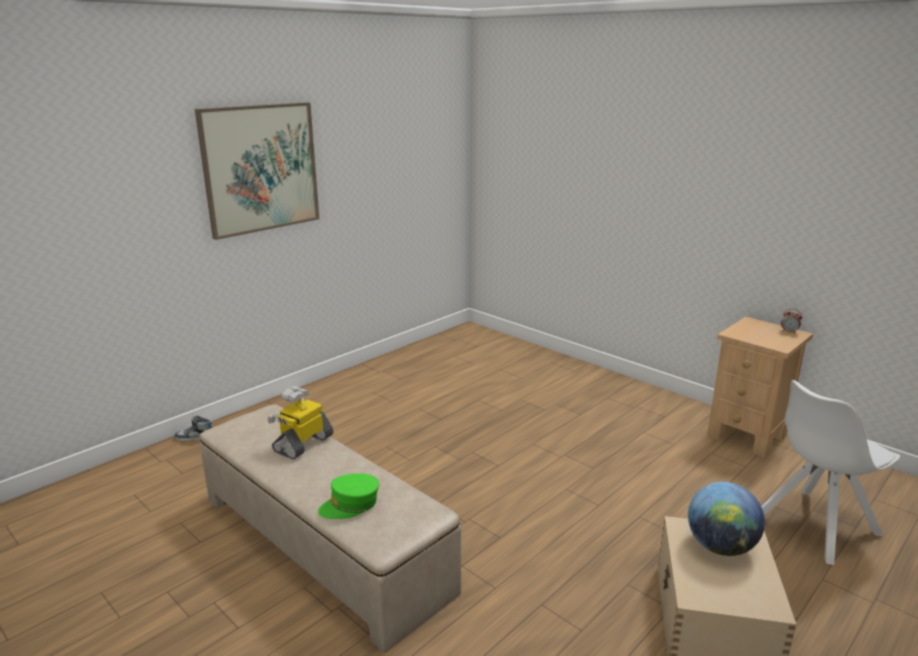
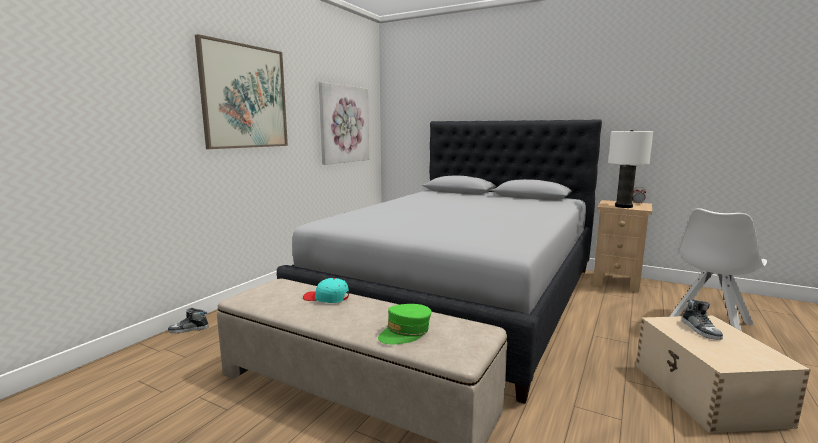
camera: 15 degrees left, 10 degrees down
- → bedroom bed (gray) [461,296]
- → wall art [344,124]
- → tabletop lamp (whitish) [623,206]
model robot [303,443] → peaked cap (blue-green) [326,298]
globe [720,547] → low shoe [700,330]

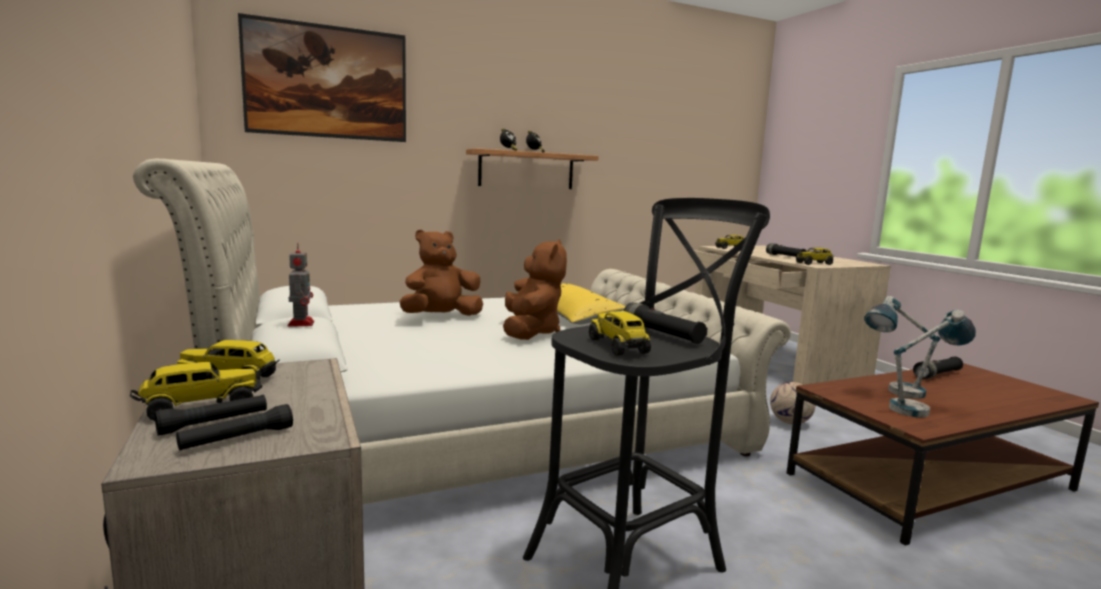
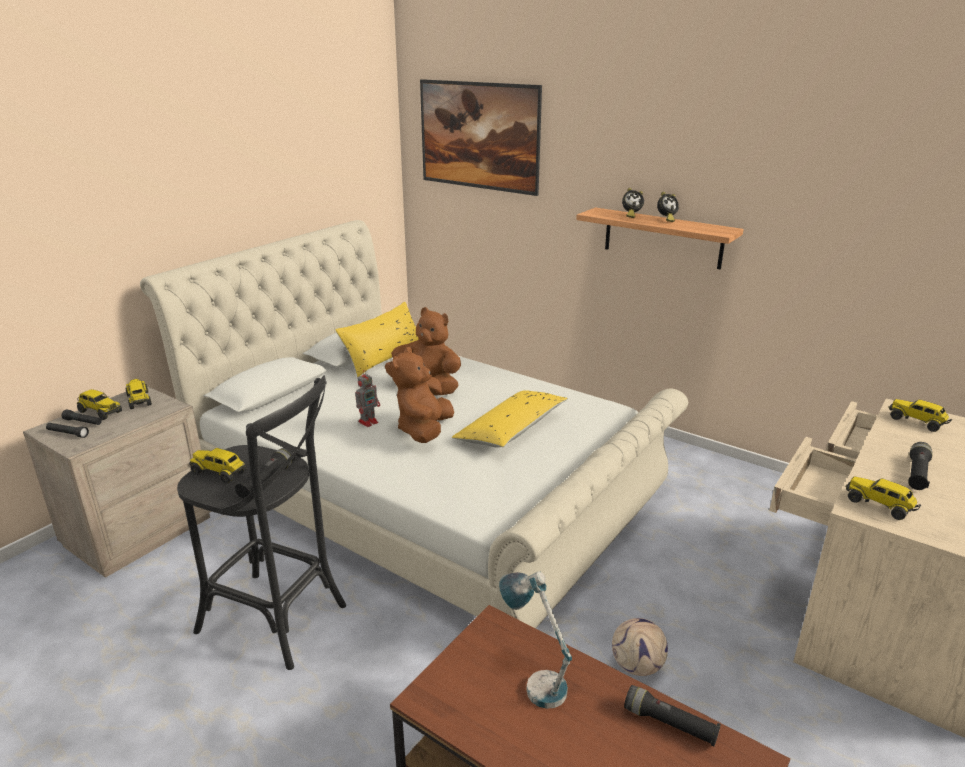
camera: 60 degrees right, 15 degrees up
tabletop lamp [921,409] → -
- → cushion (yellow-coloured) [383,357]
model robot [301,323] → model robot [369,421], shifted
plush toy (brown-coloured) [530,332] → plush toy (brown-coloured) [424,431], 135 degrees clockwise
toy truck [618,346] → toy truck [219,473], 105 degrees counterclockwise

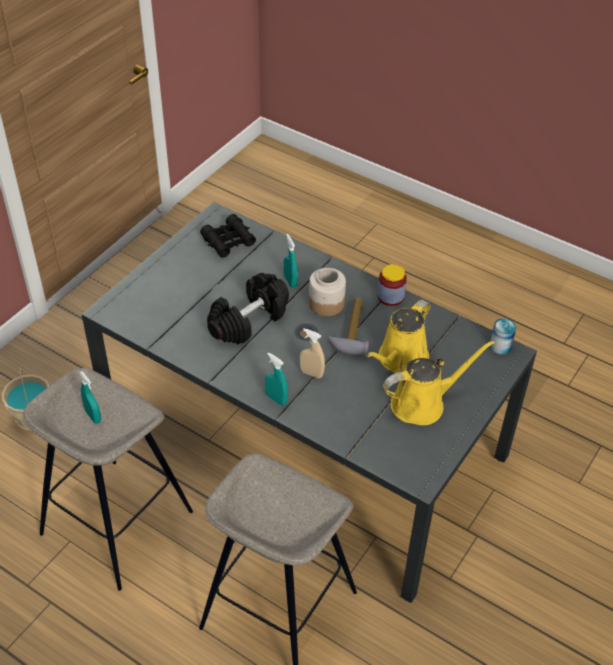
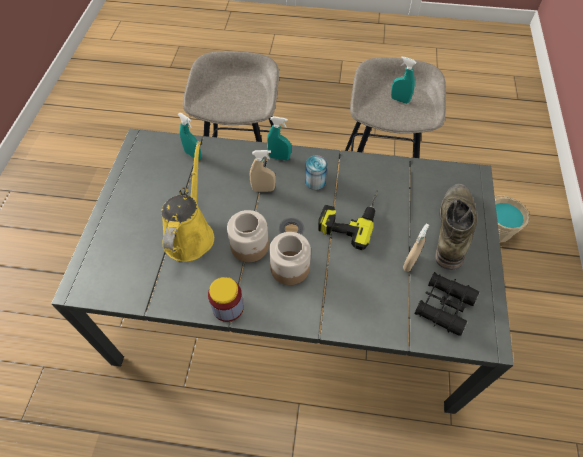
camera: 155 degrees right, 10 degrees up
watering can (yellow-coloured) [423,403] → -
- → sprayer (beige-coloured) [410,263]
- → tall boot (green) [453,228]
sprayer (blue-green) [290,281] → sprayer (blue-green) [193,155], shifted
sealed can [500,346] → sealed can [315,181], shifted
dumbbell (blackish) [249,321] → electric drill [349,216]
hammer [351,331] → jar [250,246]

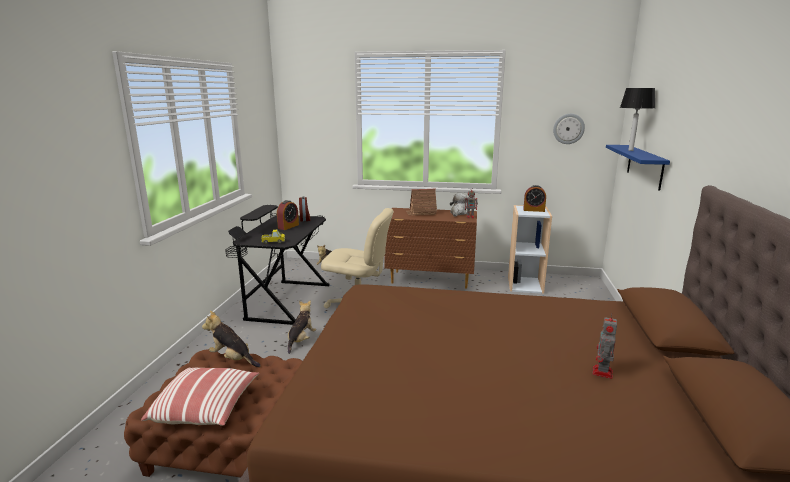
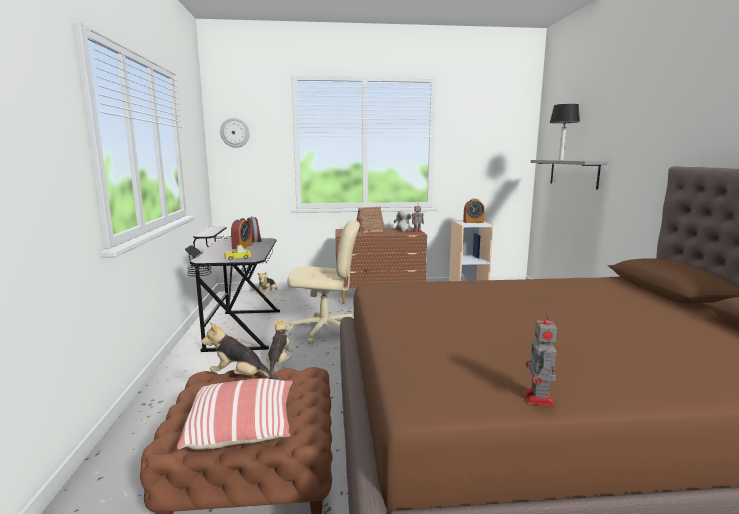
camera: 15 degrees left, 5 degrees down
hanging clock [568,128] → hanging clock [235,132], shifted
model robot [602,373] → model robot [539,400], shifted
bracket shelf (blue-coloured) [644,166] → bracket shelf (gray) [573,173]

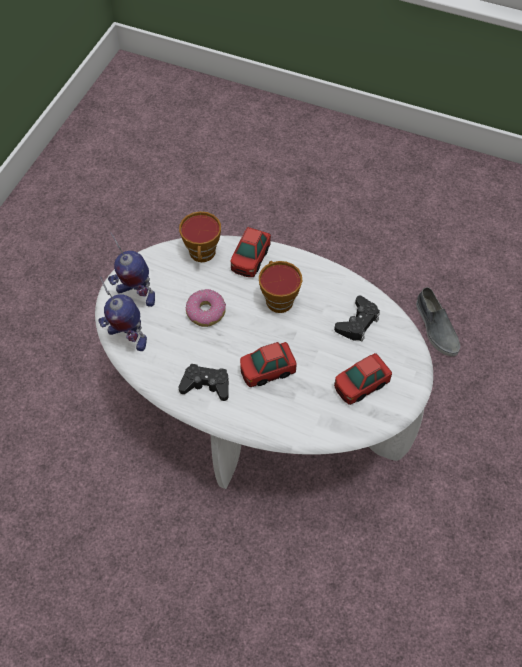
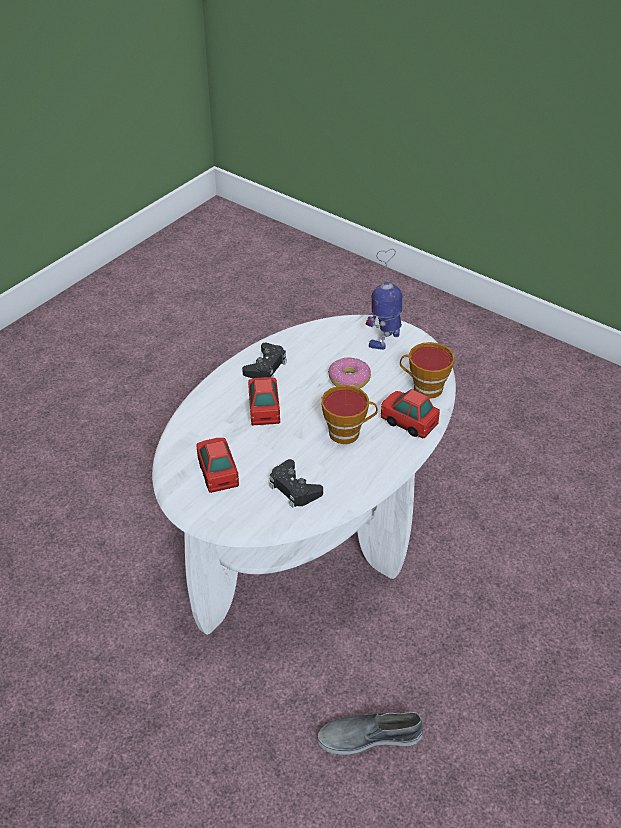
camera: 105 degrees right, 15 degrees down
model robot [127,337] → -

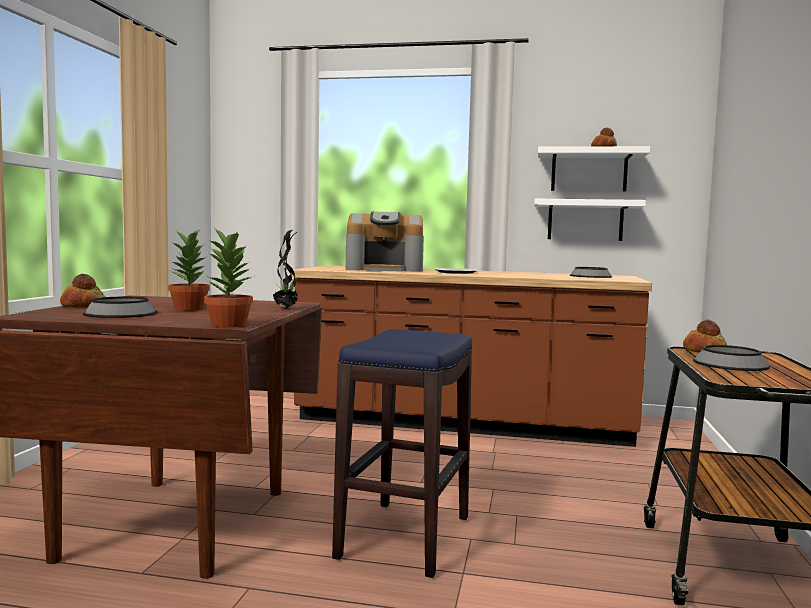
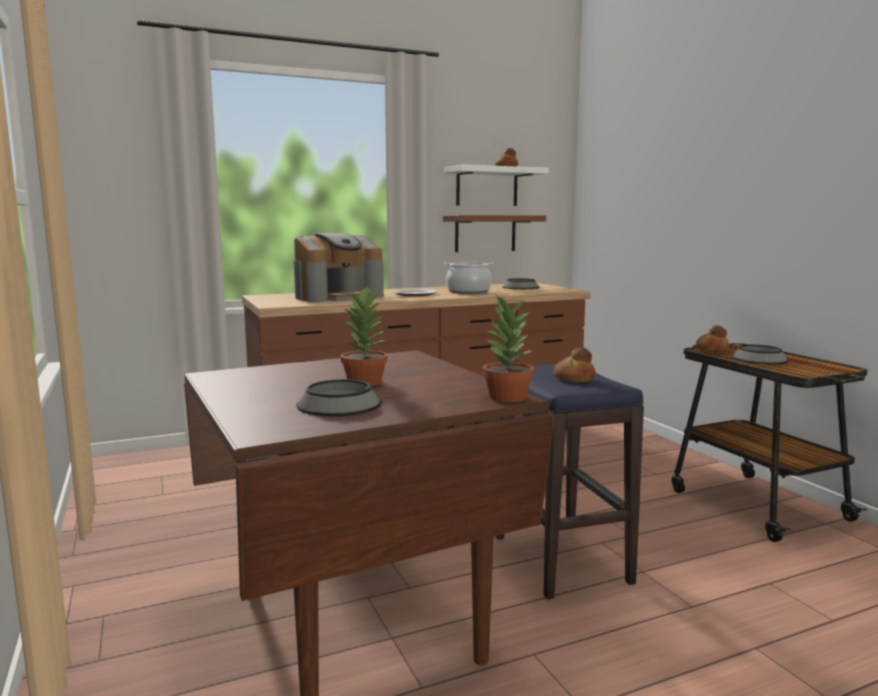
camera: 35 degrees left, 5 degrees up
potted plant [286,308] → -
- → saucepot [468,292]
bread [82,306] → bread [574,378], shifted
bracket shelf (whitish) [585,220] → bracket shelf (brown-coloured) [485,233]

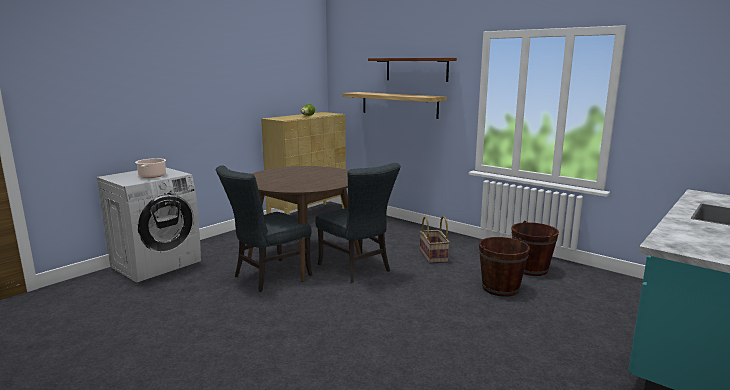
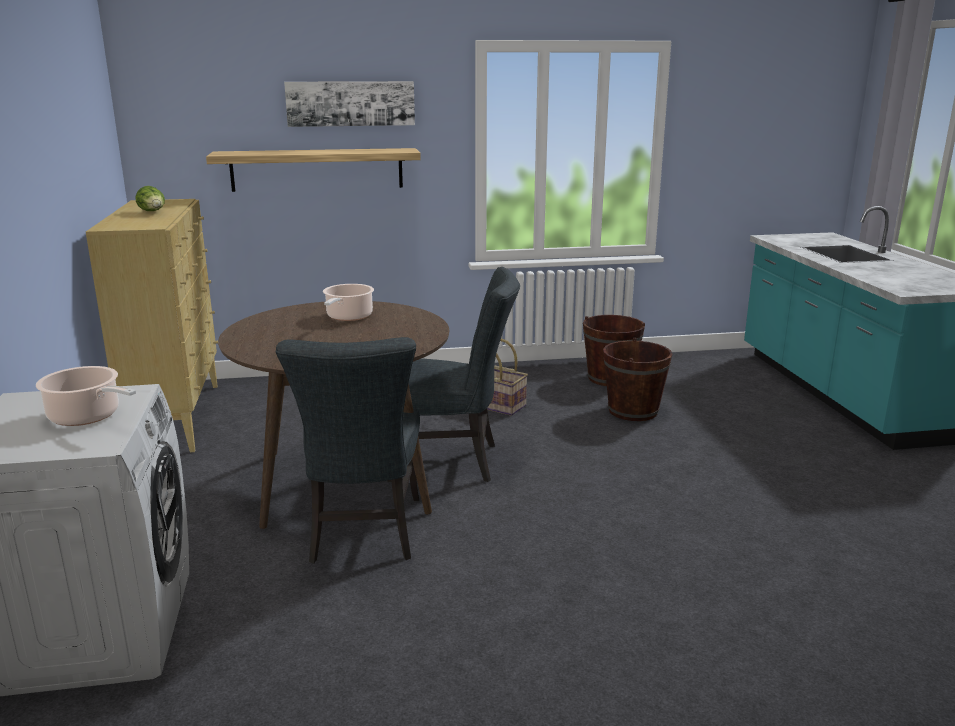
camera: 50 degrees left, 5 degrees up
- → saucepot [348,317]
bracket shelf (brown-coloured) [416,69] → wall art [350,103]

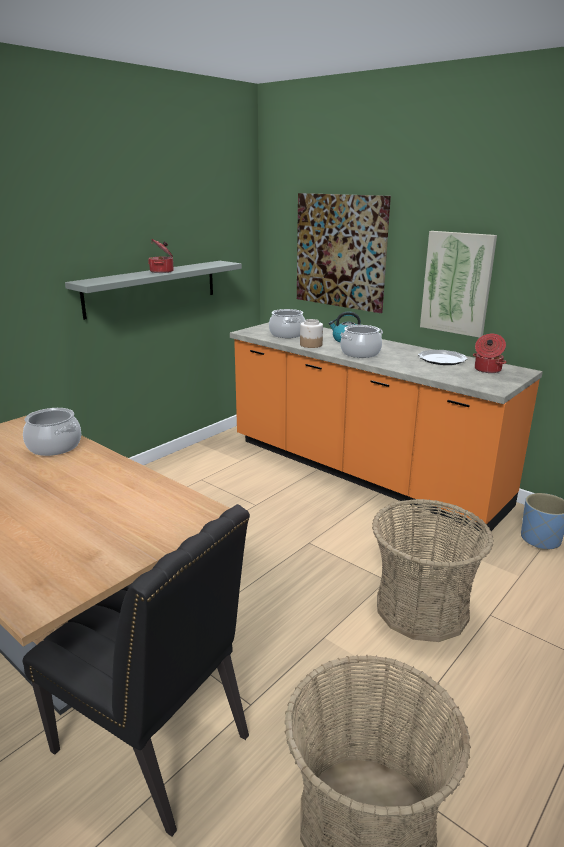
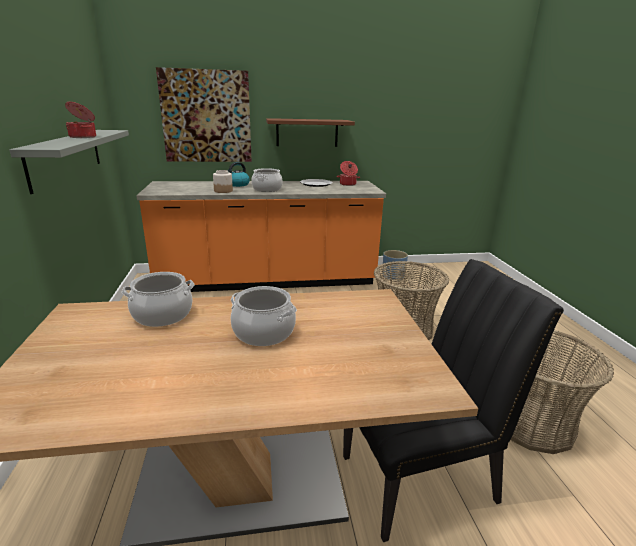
camera: 50 degrees left, 0 degrees up
saucepot [287,334] → saucepot [264,332], shifted
wall art [457,283] → bracket shelf (brown-coloured) [307,132]

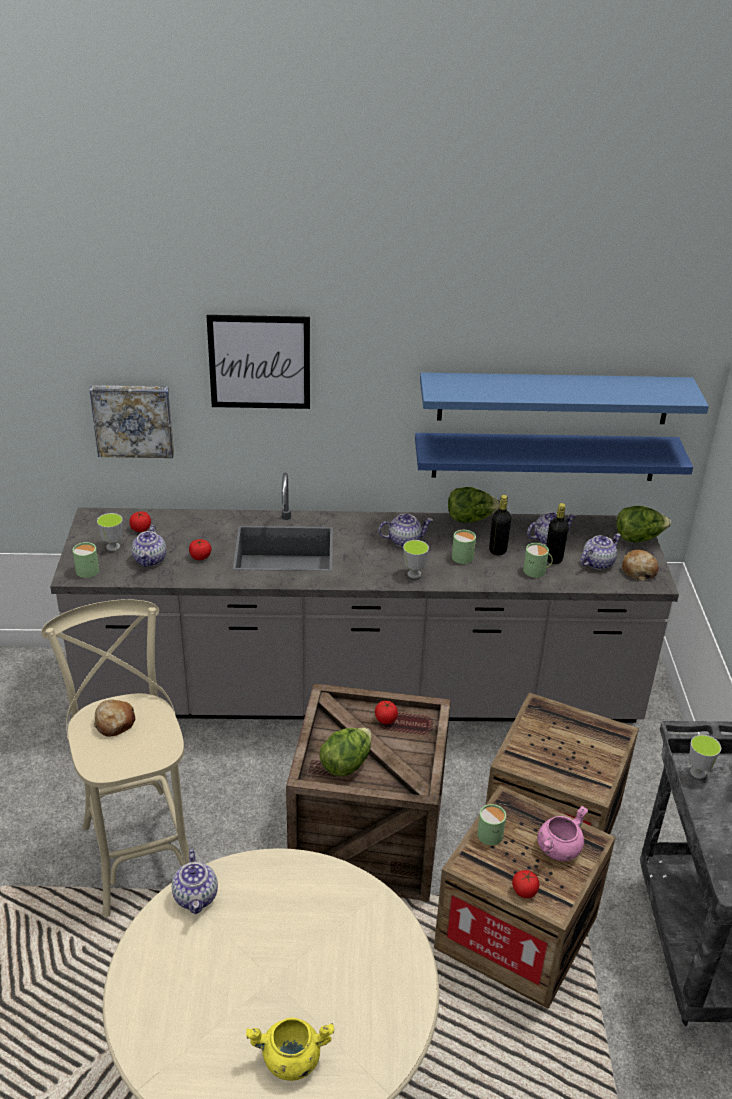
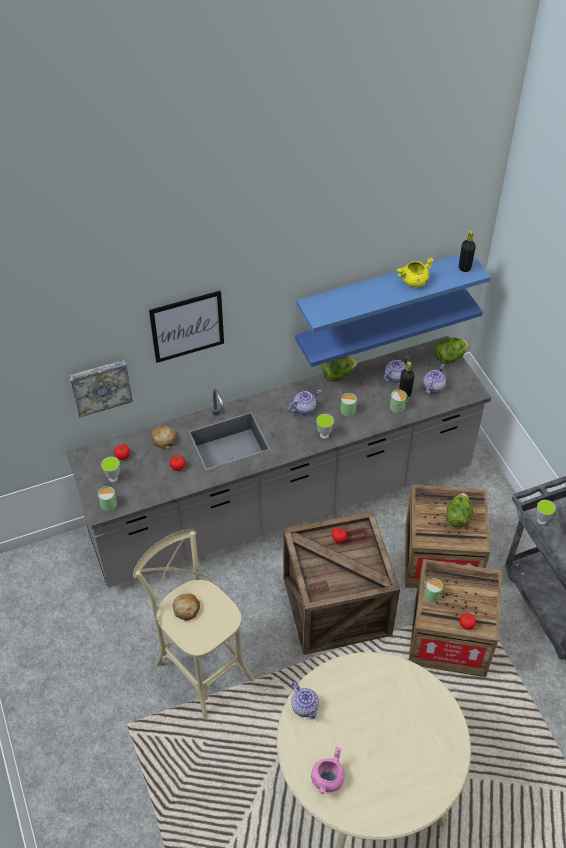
camera: 20 degrees left, 15 degrees up
teapot [150,560] → -
saucepot (yellow-coloured) [291,1059] → saucepot (yellow-coloured) [414,281], shifted
head of lettuce [346,764] → head of lettuce [458,517], shifted
beverage bottle (blackish) [497,550] → beverage bottle (blackish) [464,268], shifted
saucepot (pinkish) [558,848] → saucepot (pinkish) [327,778], shifted
bread [638,570] → bread [164,440], shifted

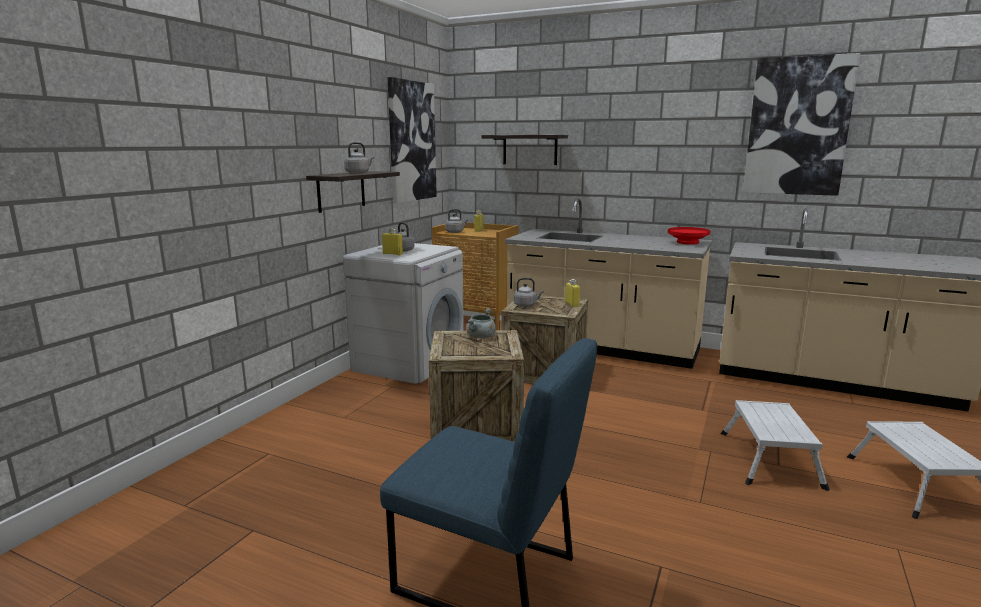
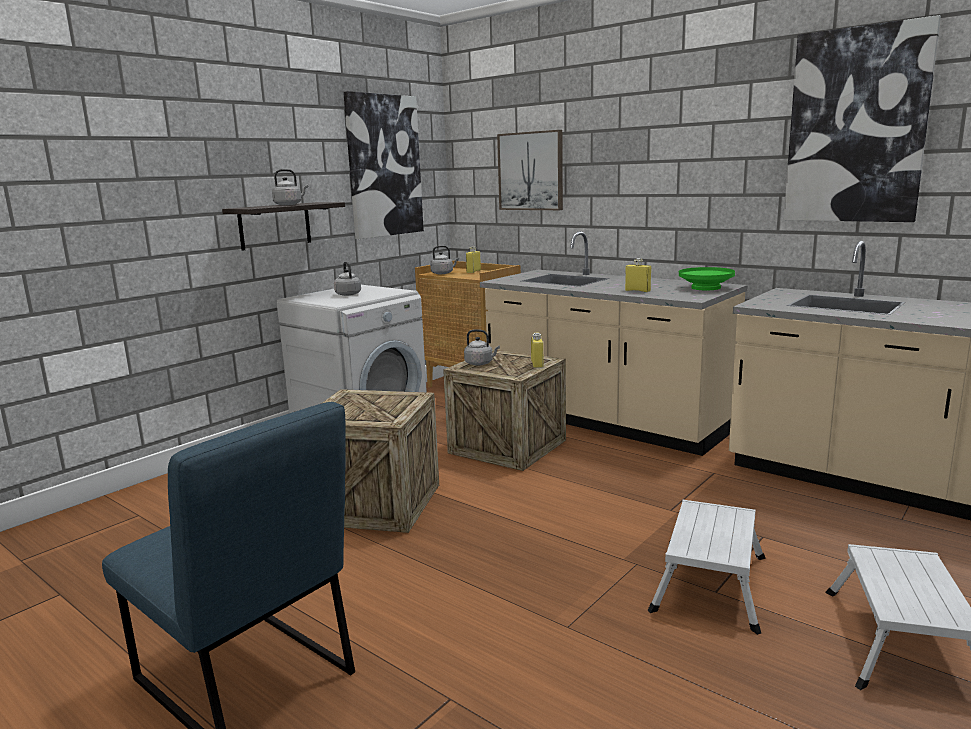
camera: 15 degrees right, 0 degrees up
saucepot (gray) [481,337] → -
beverage bottle (yellow-coloured) [392,254] → beverage bottle (yellow-coloured) [637,291], shifted
bracket shelf [530,150] → wall art [531,171]
serving bowl (red-coloured) [687,242] → serving bowl (green) [705,288]

